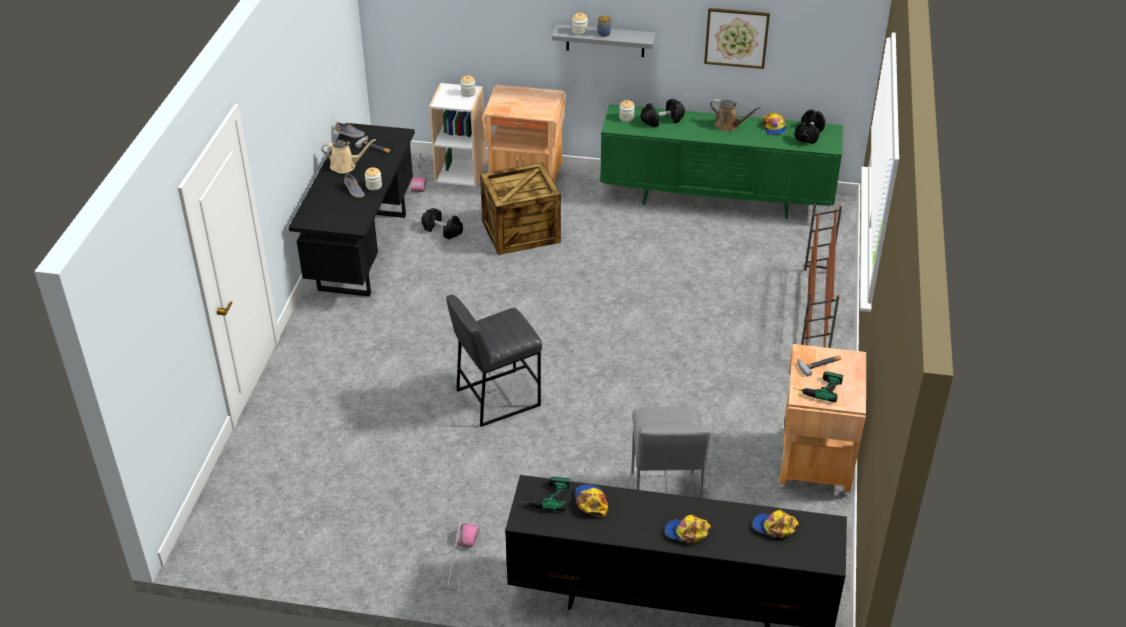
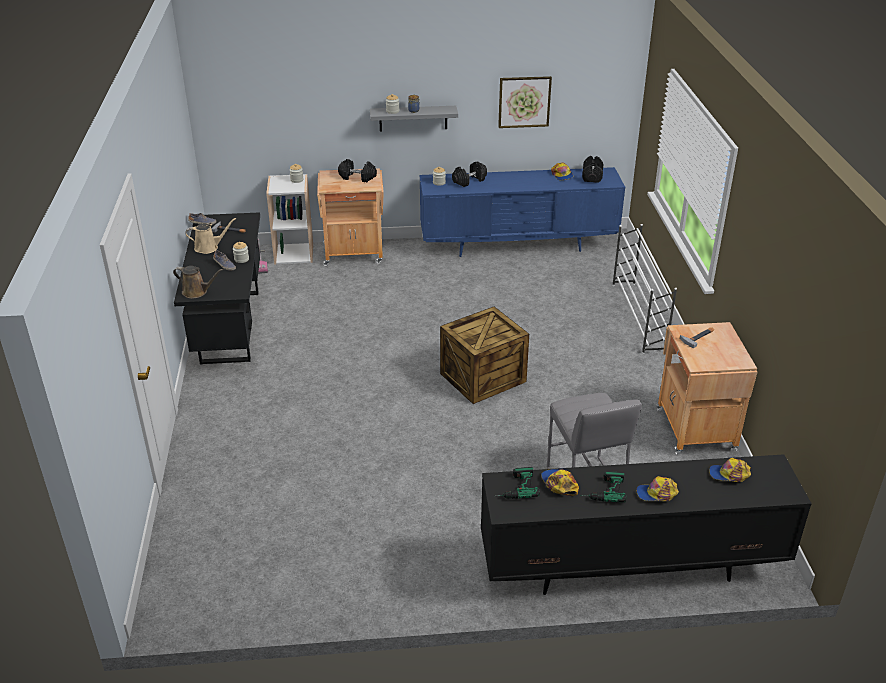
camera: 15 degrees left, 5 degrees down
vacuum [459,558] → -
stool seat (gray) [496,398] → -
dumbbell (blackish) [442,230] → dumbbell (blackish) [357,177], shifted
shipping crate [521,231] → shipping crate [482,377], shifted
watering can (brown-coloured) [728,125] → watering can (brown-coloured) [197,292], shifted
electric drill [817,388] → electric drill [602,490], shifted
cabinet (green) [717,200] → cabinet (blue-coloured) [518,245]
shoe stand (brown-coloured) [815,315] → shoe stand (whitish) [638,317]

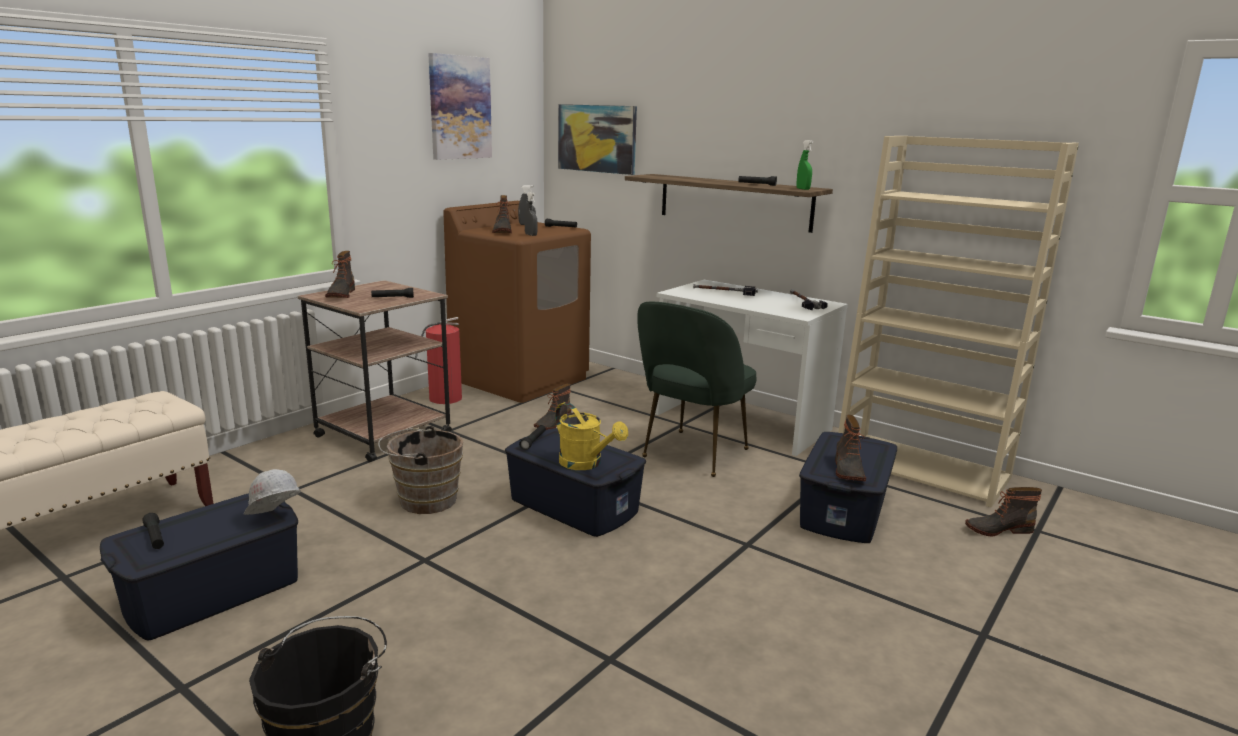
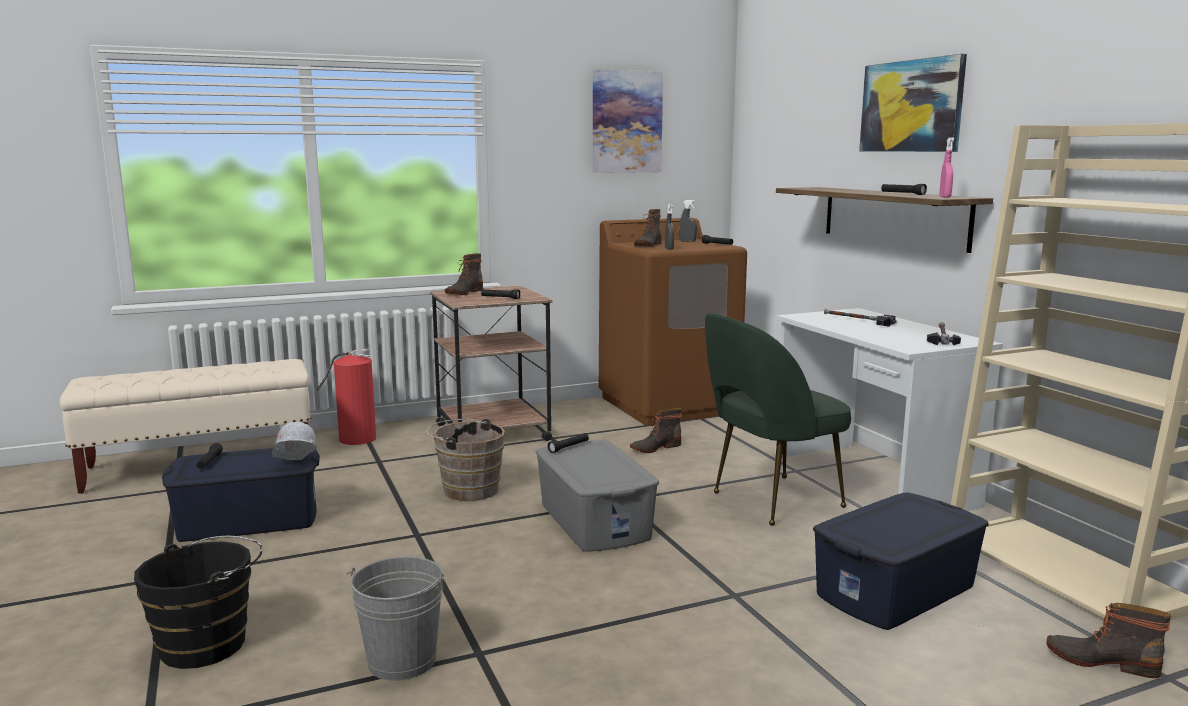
camera: 30 degrees right, 5 degrees down
watering can (yellow-coloured) [586,464] → -
tall boot [847,470] → -
- → pail (gray) [401,661]
fire extinguisher [443,398] → fire extinguisher [355,438], shifted
wall art [597,138] → wall art [911,106], shifted
storage container (blue-coloured) [574,505] → storage container (gray) [595,521]
sprayer (green) [803,189] → sprayer (pinkish) [945,197]

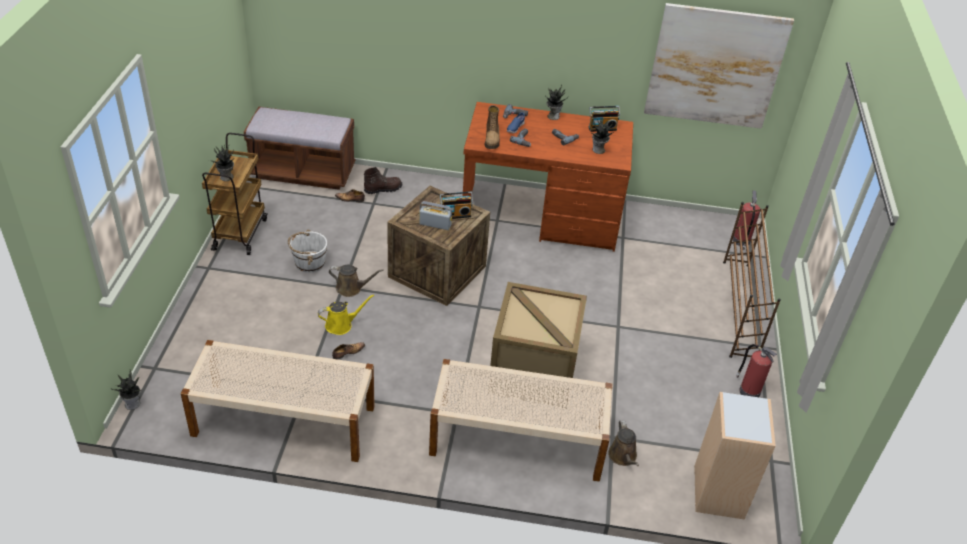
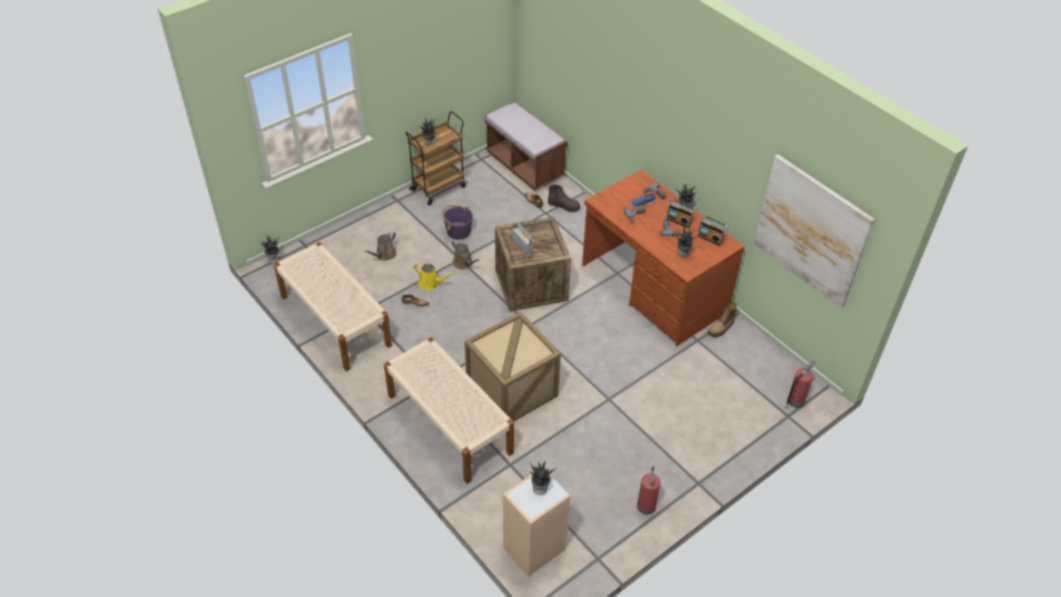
camera: 45 degrees right, 5 degrees up
shoe stand (brown-coloured) [739,309] → -
- → potted plant [540,488]
radio [455,214] → radio [679,220], shifted
tall boot [492,139] → tall boot [721,328], shifted
watering can (brown-coloured) [623,457] → watering can (brown-coloured) [384,255], shifted
pail (whitish) [309,263] → pail (purple) [458,231]

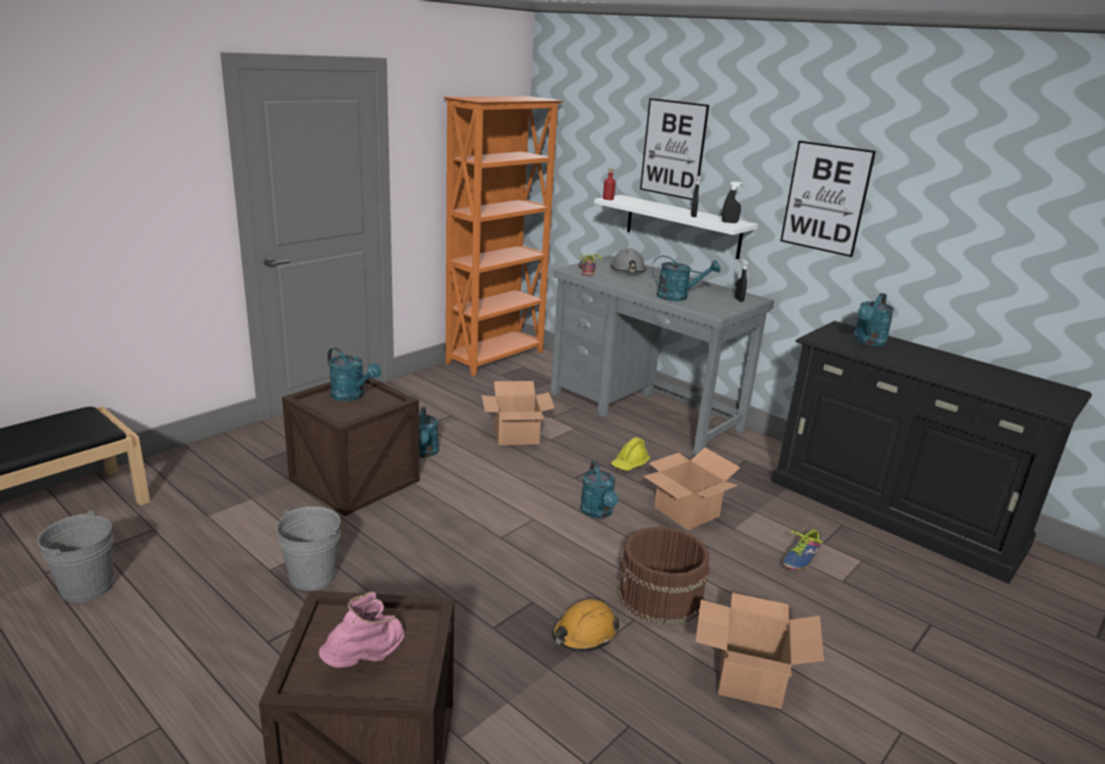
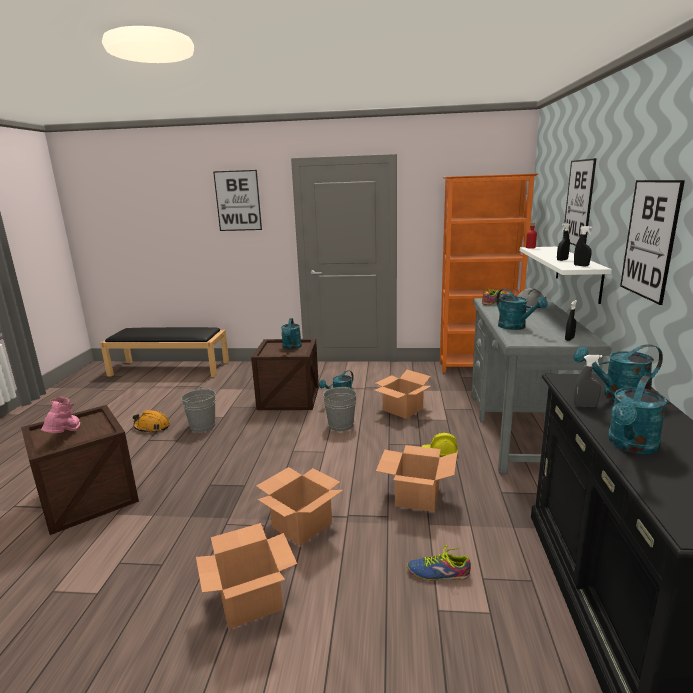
camera: 55 degrees right, 5 degrees down
- → wall art [238,201]
- → sprayer (gray) [585,406]
pail (gray) [87,587] → pail (gray) [341,425], shifted
safety helmet (orangey) [584,634] → safety helmet (orangey) [152,427], shifted
watering can (blue-green) [598,513] → watering can (blue-green) [630,446], shifted
pail (brown-coloured) [660,596] → carton [301,525]
tall boot (pinkish) [367,660] → tall boot (pinkish) [65,435], 90 degrees counterclockwise

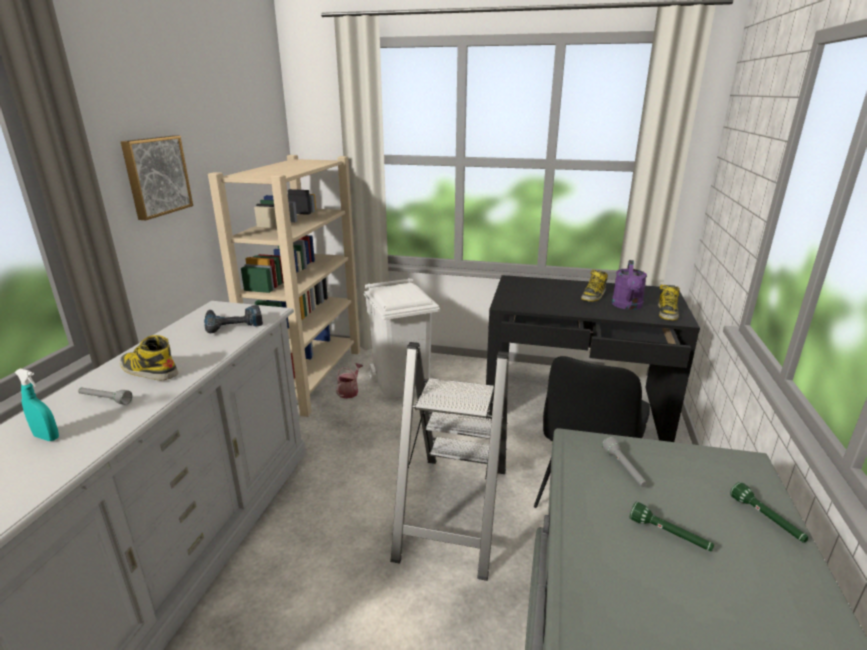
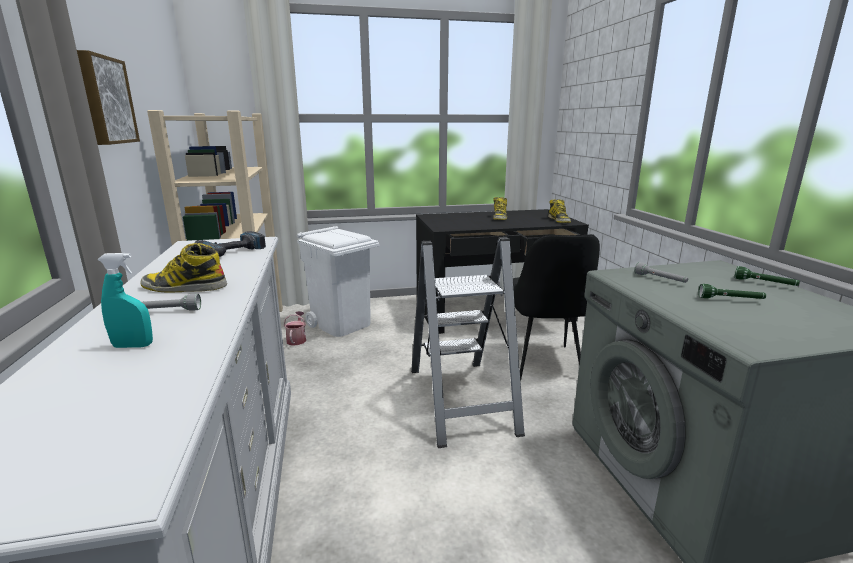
camera: 25 degrees left, 5 degrees down
watering can (purple) [627,306] → -

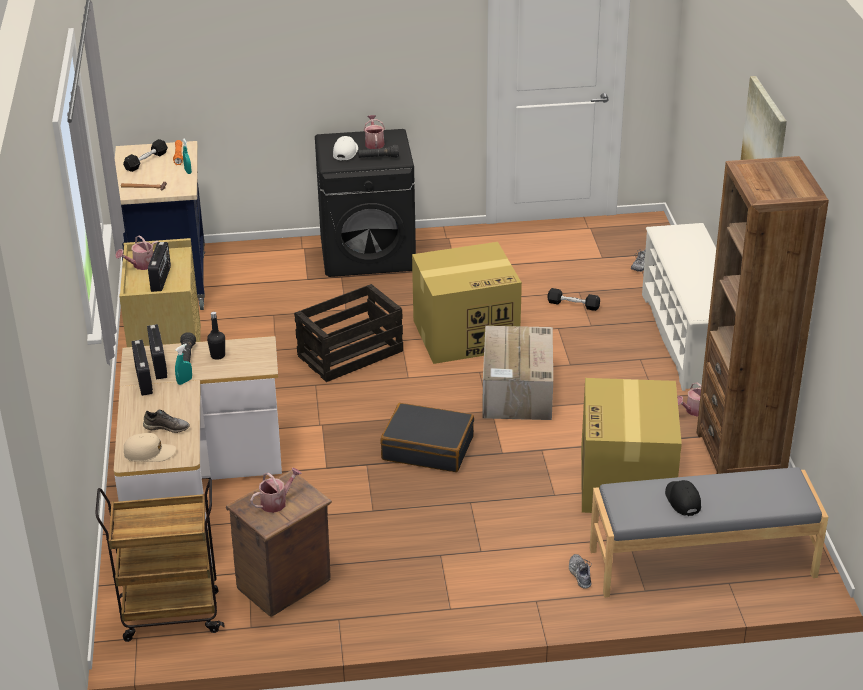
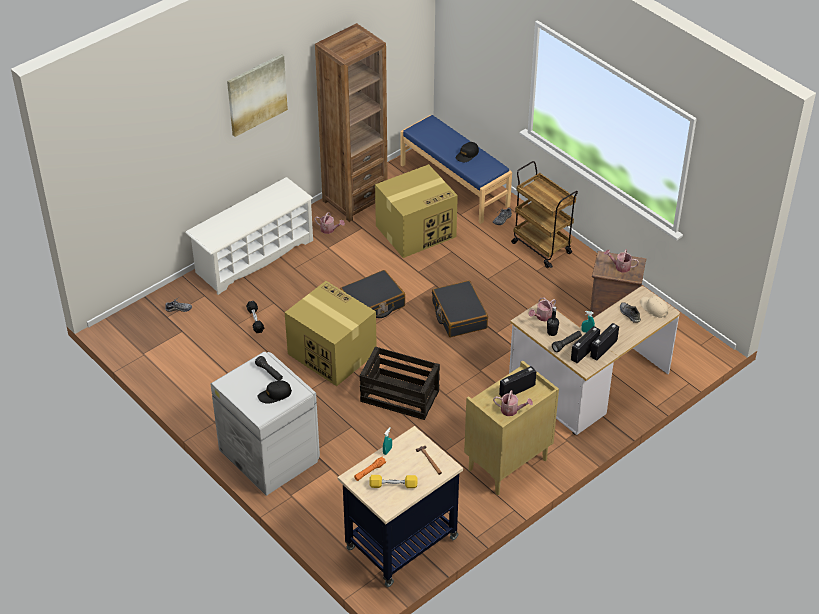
camera: 125 degrees left, 10 degrees up
cart (brown-coloured) [170,616] → cart (brown-coloured) [541,248], shifted
watering can [374,143] → watering can [542,317], shifted
carton [517,391] → travel case (blackish) [372,304]
dumbbell (blackish) [146,161] → dumbbell (yellow-coloured) [393,485]
laundry machine (blackish) [369,254] → laundry machine (whitish) [270,453]
peaked cap (whitish) [345,152] → peaked cap (blackish) [274,395]
long seat (gray) [702,563] → long seat (blue-coloured) [455,185]

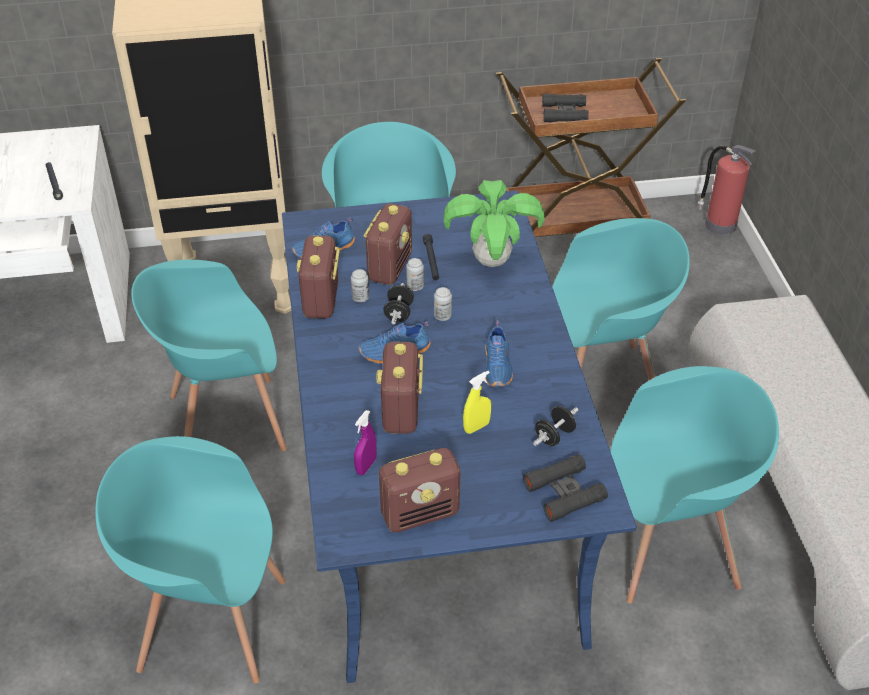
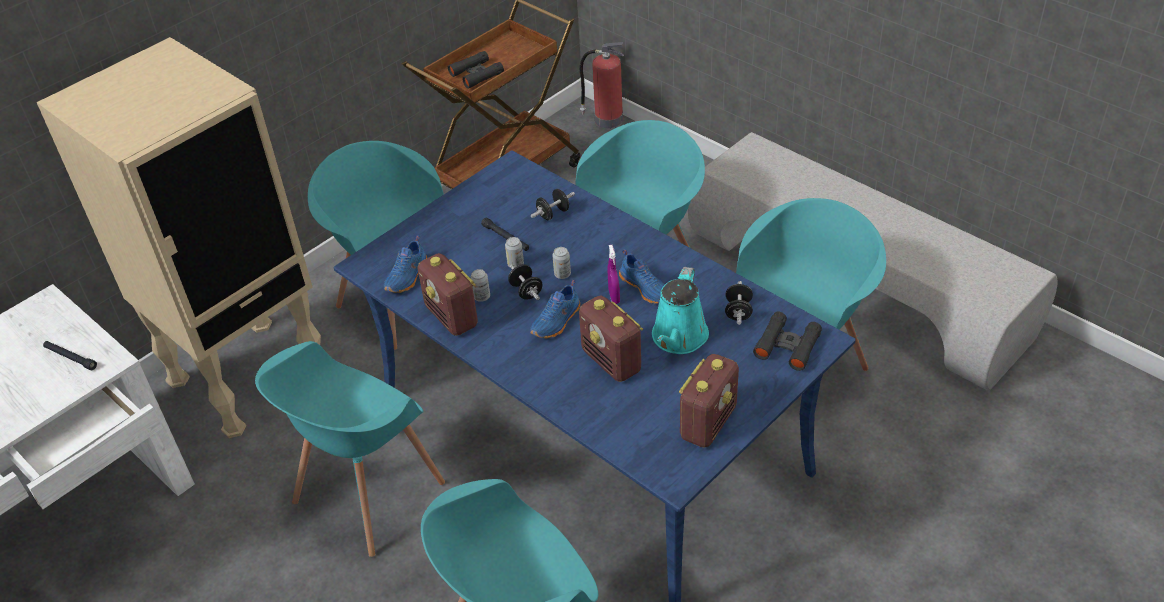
camera: 35 degrees left, 0 degrees up
radio [390,267] → -
sprayer (purple) [366,466] → sprayer (purple) [614,297], shifted
potted plant [491,261] → dumbbell (blackish) [553,214]
sprayer (yellow-coloured) [476,427] → watering can (blue-green) [678,338]

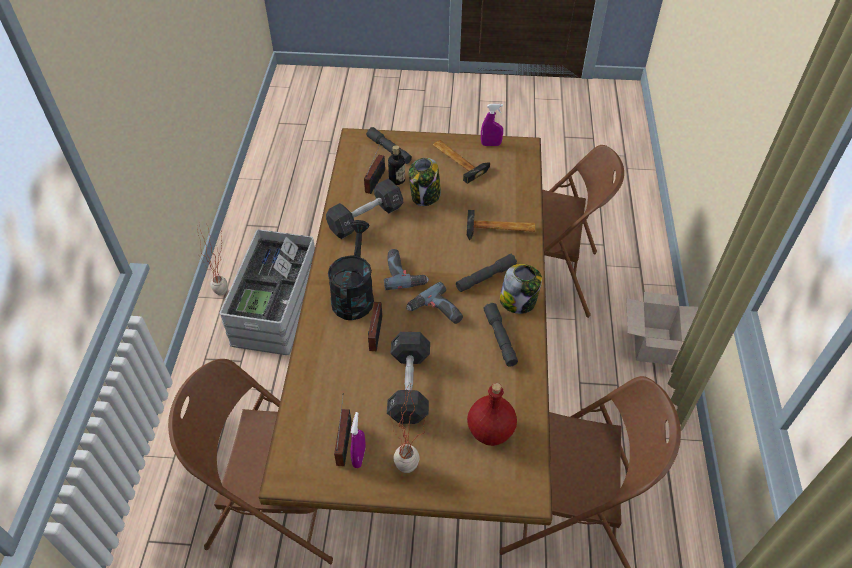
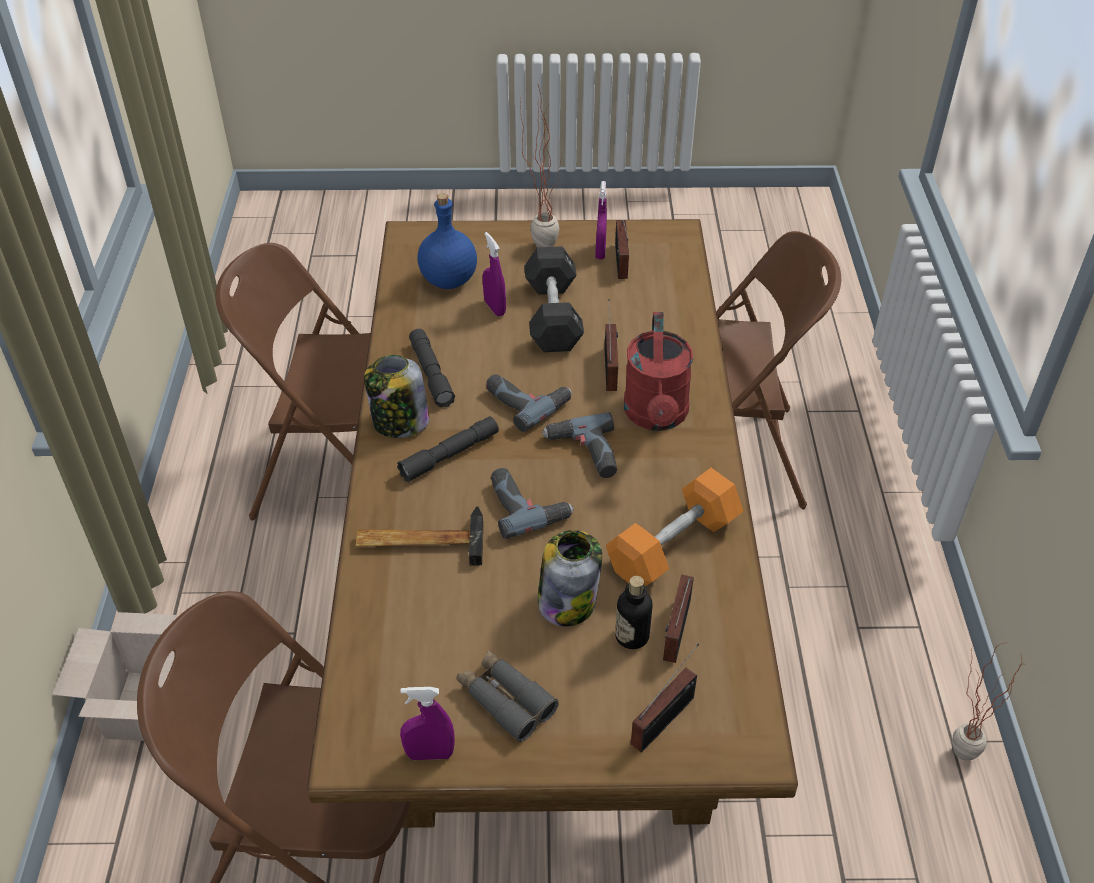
camera: 175 degrees right, 5 degrees down
storage container (gray) [275,305] → -
- → sprayer (purple) [494,308]
- → electric drill [527,505]
torch (gray) [389,150] → radio [666,718]
hammer [458,160] → field glasses (gray) [505,700]
dumbbell (blackish) [365,218] → dumbbell (orangey) [673,545]
watering can (blackish) [354,294] → watering can (red-coloured) [657,417]
beverage bottle (red-coloured) [491,431] → beverage bottle (blue-coloured) [447,280]

